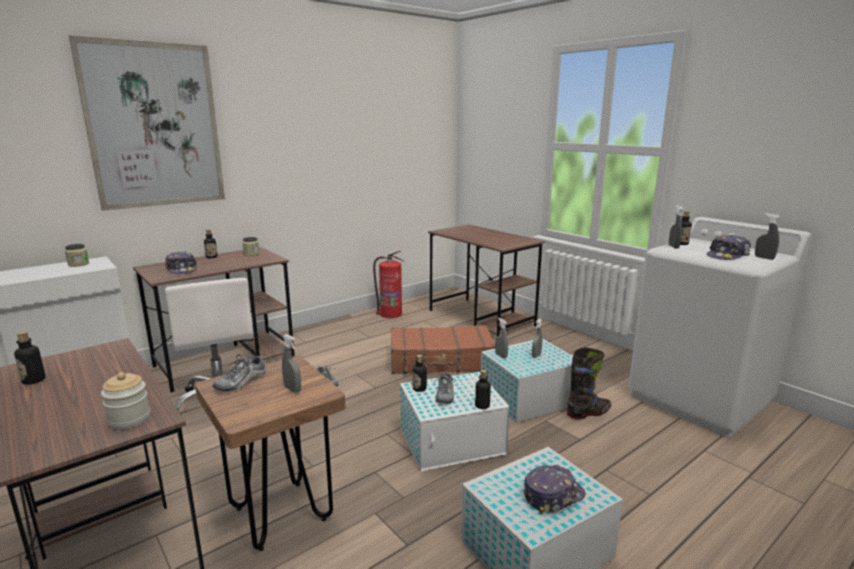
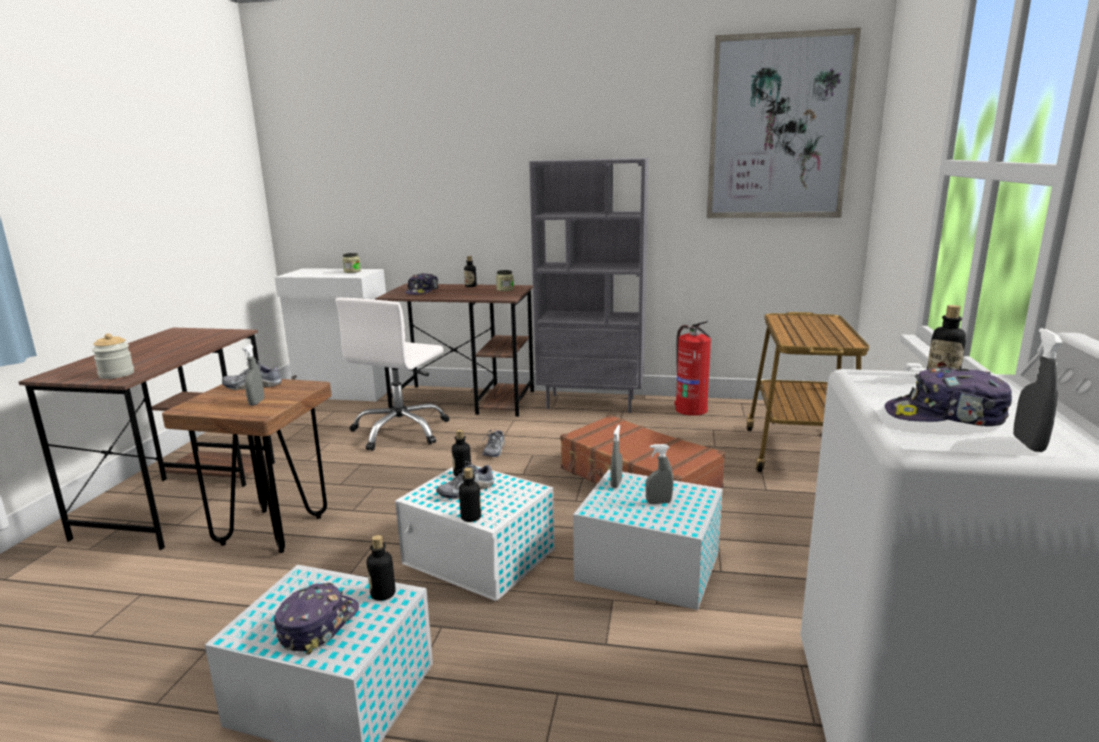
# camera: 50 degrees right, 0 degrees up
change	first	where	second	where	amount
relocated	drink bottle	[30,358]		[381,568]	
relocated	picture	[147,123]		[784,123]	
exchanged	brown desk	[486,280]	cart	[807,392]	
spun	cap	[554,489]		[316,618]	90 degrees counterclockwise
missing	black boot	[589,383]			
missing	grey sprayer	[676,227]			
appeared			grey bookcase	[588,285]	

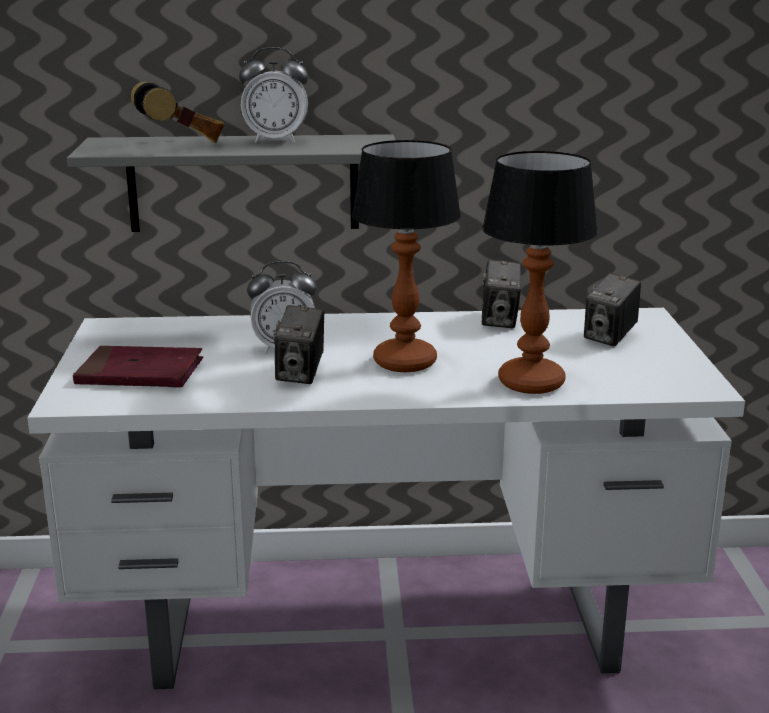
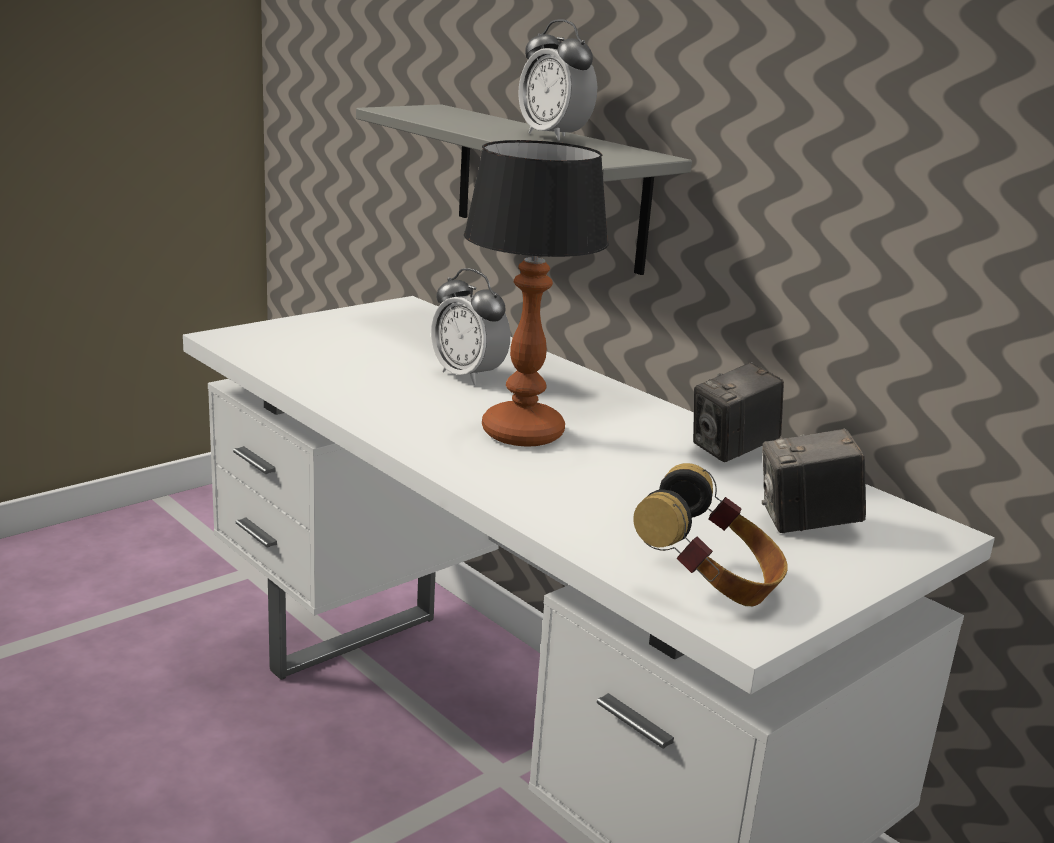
# camera: 50 degrees right, 0 degrees up
change	first	where	second	where	amount
missing	reddish volume	[138,367]			
relocated	headset	[178,112]		[710,534]	
missing	photo camera	[299,344]			
missing	tabletop lamp	[540,272]			

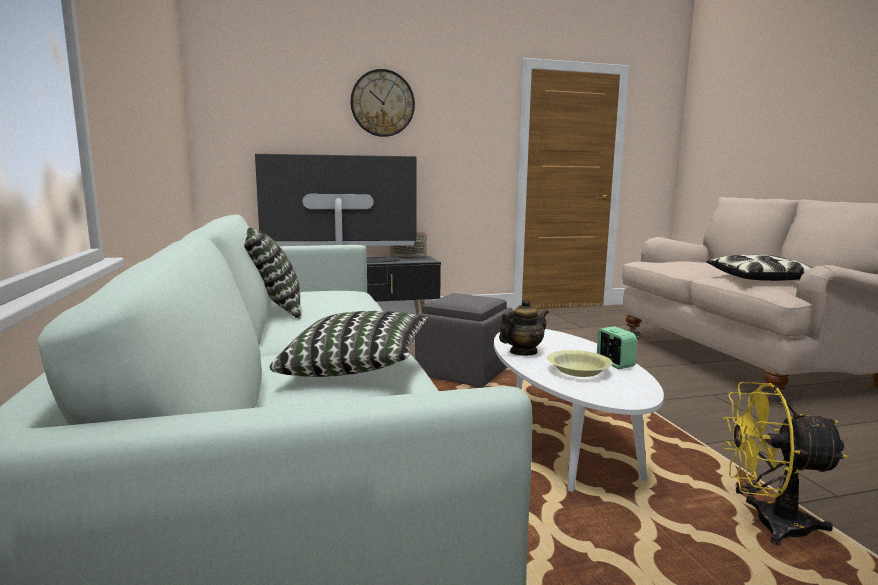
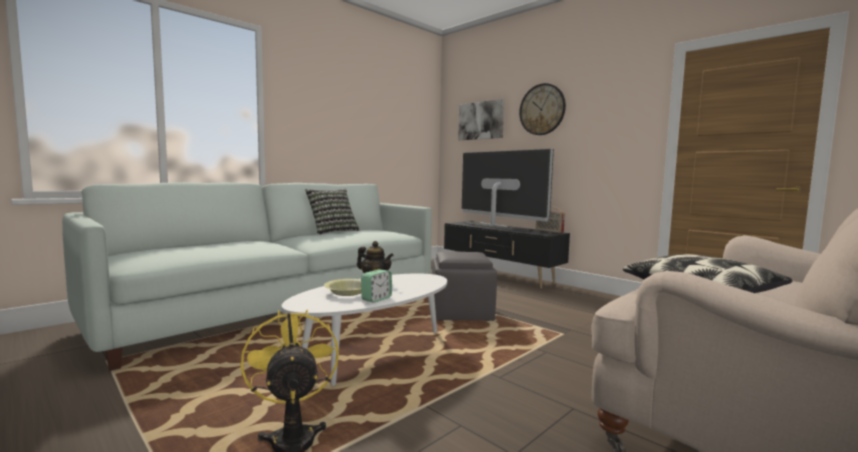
# camera: 60 degrees right, 5 degrees down
change	first	where	second	where	amount
missing	pillow	[349,344]			
appeared			picture	[481,119]	

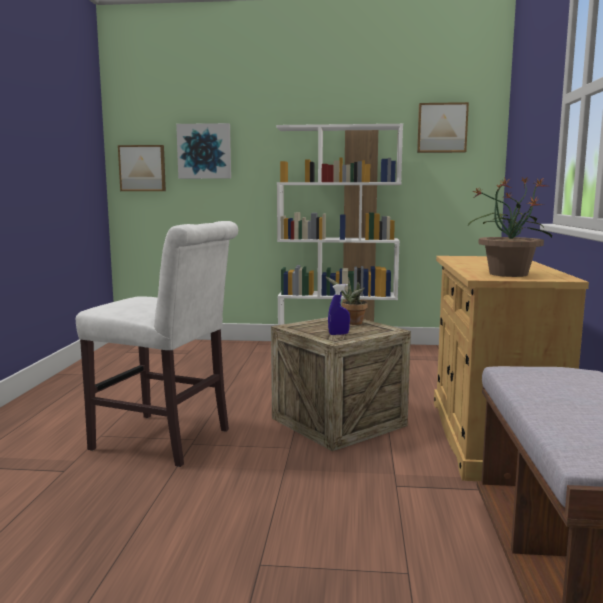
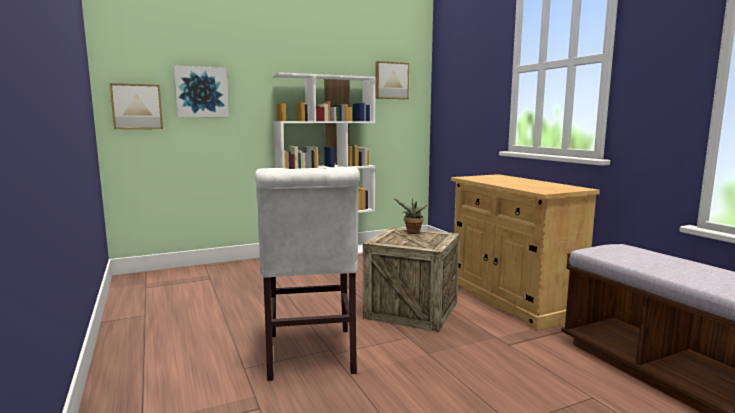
# camera: 30 degrees left, 0 degrees up
change	first	where	second	where	amount
spun	white plain chair	[157,344]		[307,274]	90 degrees clockwise
missing	blue sprayer	[339,309]			
missing	houseplant	[510,227]			

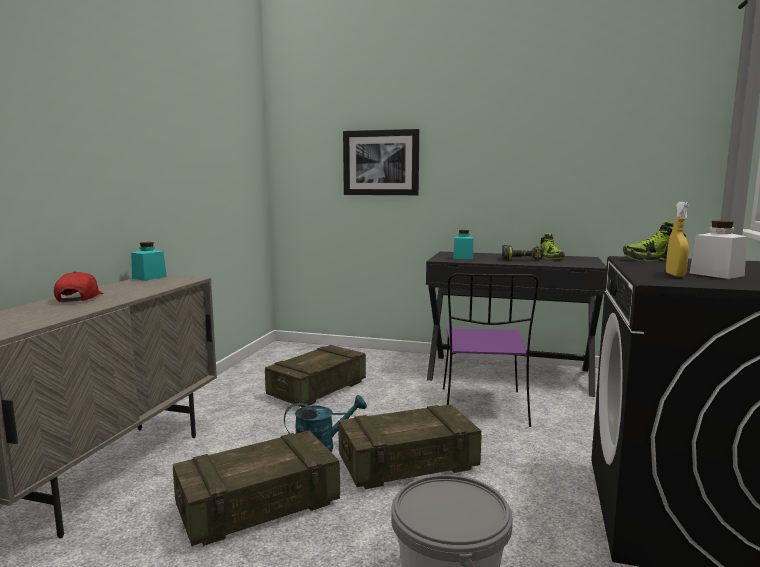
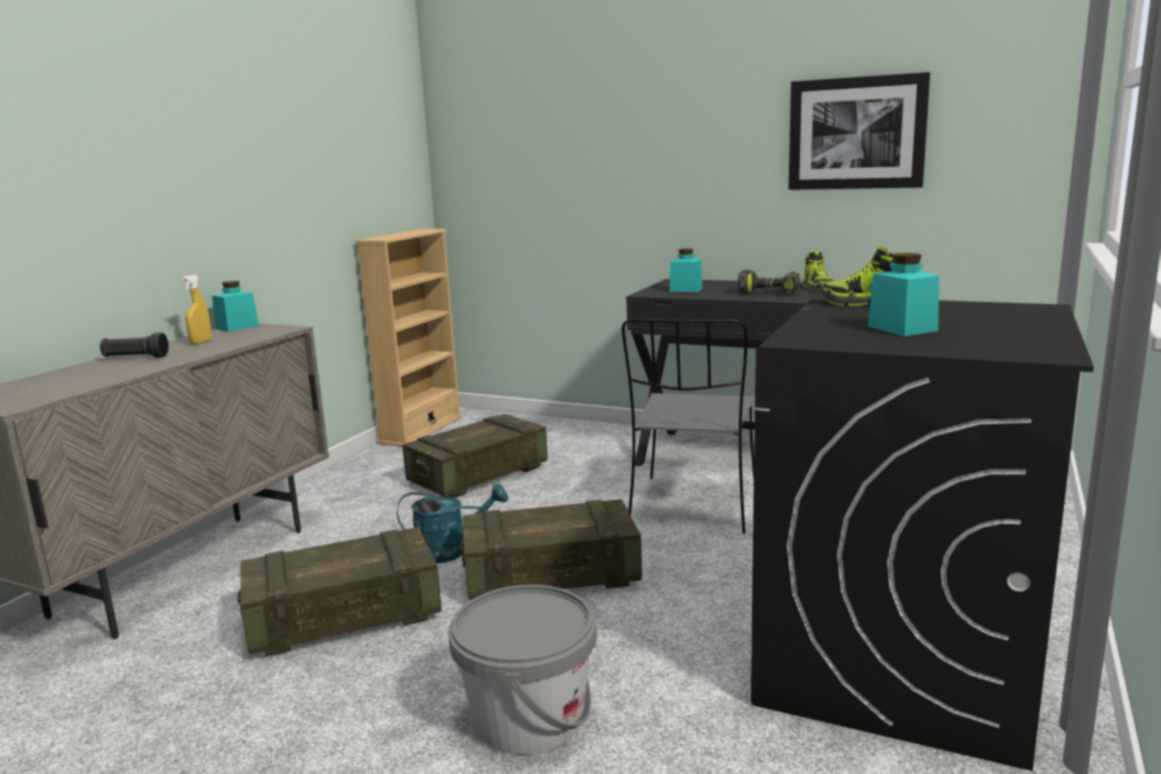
# camera: 10 degrees right, 5 degrees up
change	first	where	second	where	amount
exchanged	reddish cap	[79,286]	black torch	[134,345]	
relocated	picture	[381,162]		[859,131]	
colour	purple-coloured plain chair	[490,350]	grey plain chair	[688,426]	
relocated	yellow sprayer	[678,239]		[197,309]	
colour	white jar	[718,250]	blue-green jar	[903,294]	
appeared			beige bookcase	[409,338]	

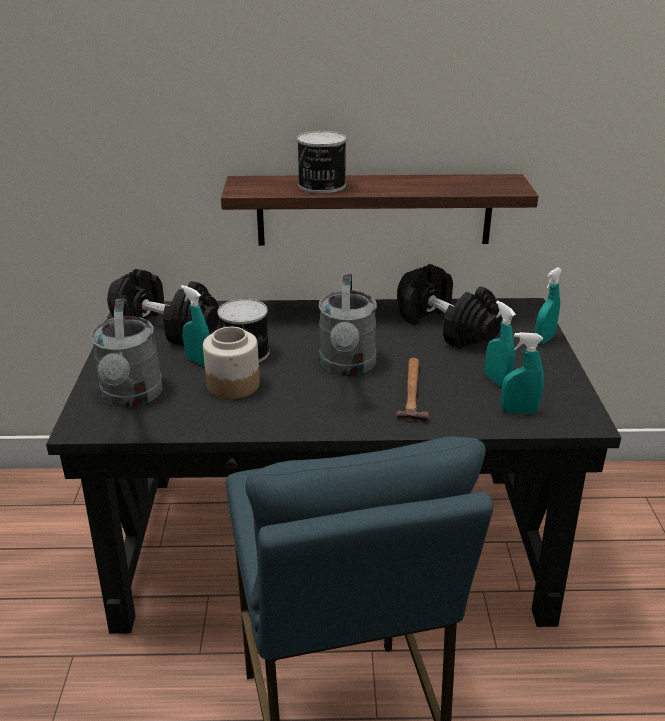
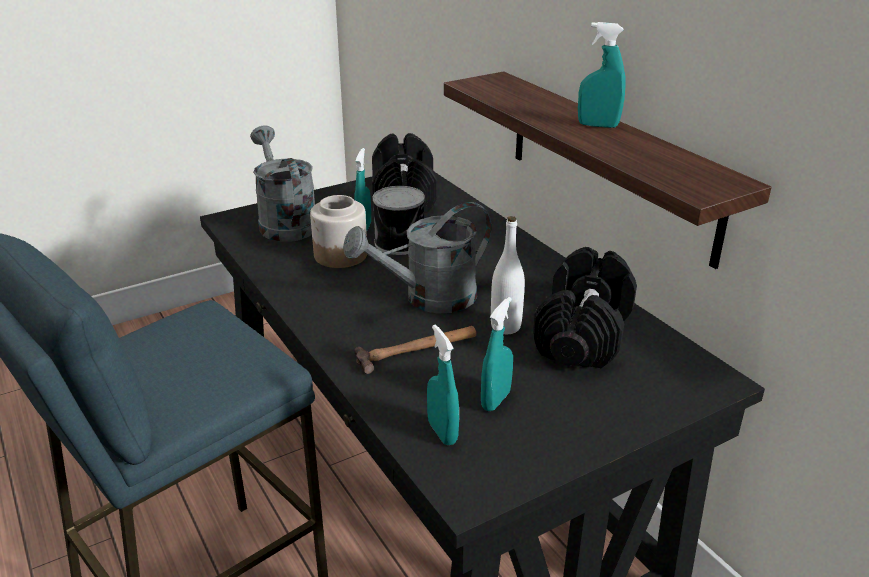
# camera: 60 degrees right, 0 degrees up
change	first	where	second	where	amount
spun	grey watering can	[126,353]		[282,184]	105 degrees clockwise
missing	metal can	[321,162]			
relocated	blue-green sprayer	[548,305]		[602,75]	
appeared			white drink bottle	[508,275]	

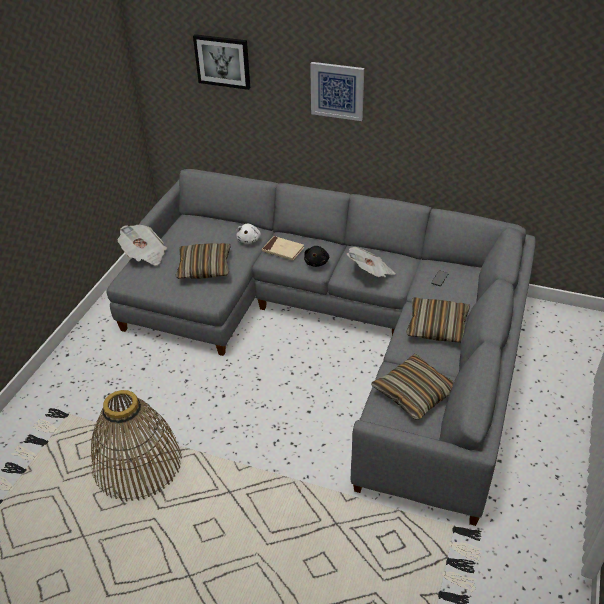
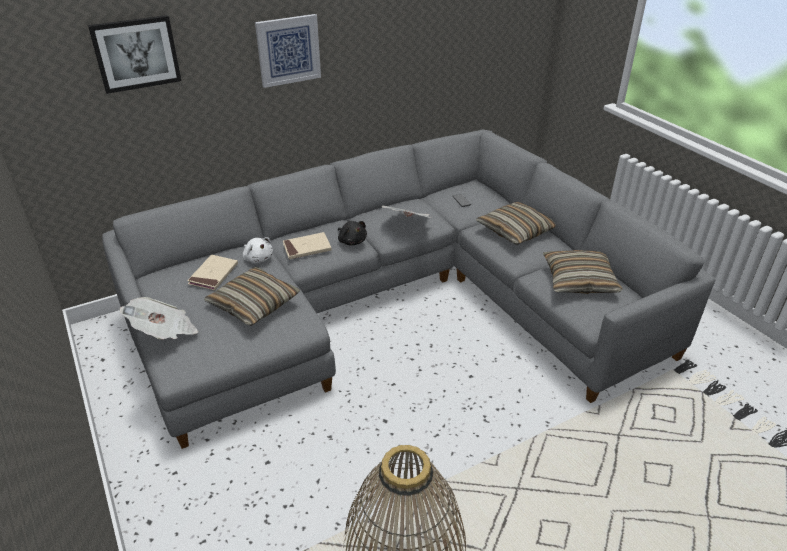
# camera: 50 degrees left, 5 degrees down
change	first	where	second	where	amount
appeared			beige volume	[212,272]	

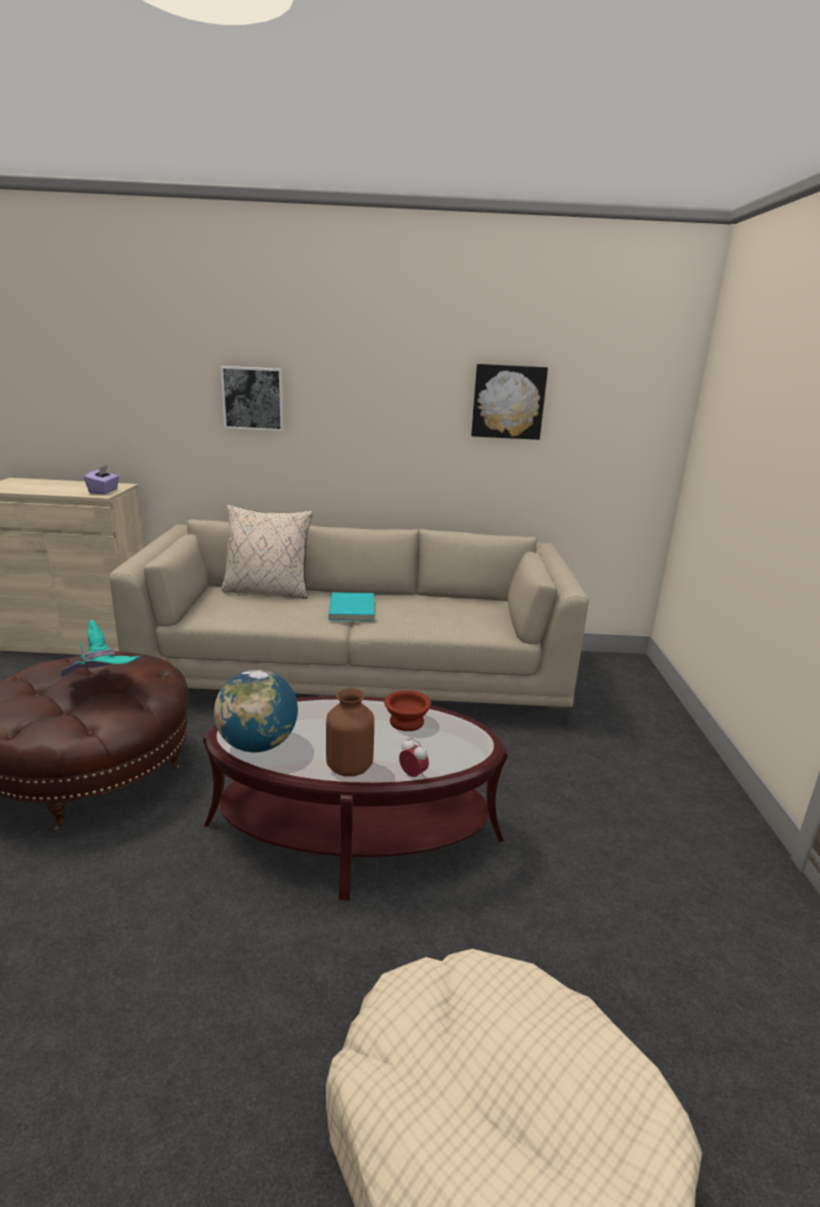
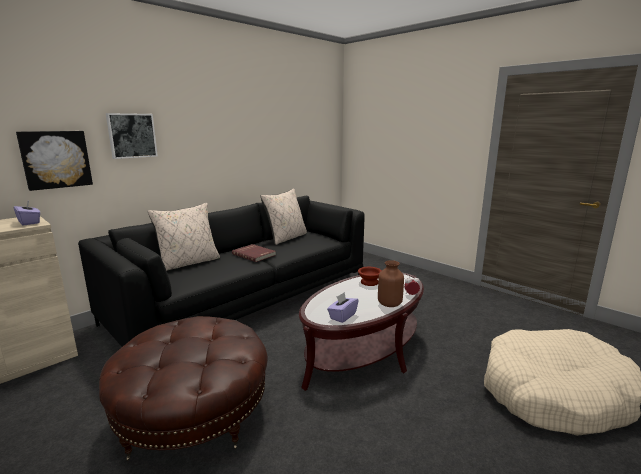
# camera: 45 degrees left, 5 degrees down
change	first	where	second	where	amount
missing	blue-green clothing hat	[100,648]			
colour	beige settee	[349,622]	black settee	[221,271]	
exchanged	desk globe	[256,711]	purple-coloured box of tissues	[343,307]	
colour	blue-green volume	[351,606]	reddish volume	[254,253]	
relocated	picture	[509,402]		[54,161]	
appeared			beige pillow	[284,216]	

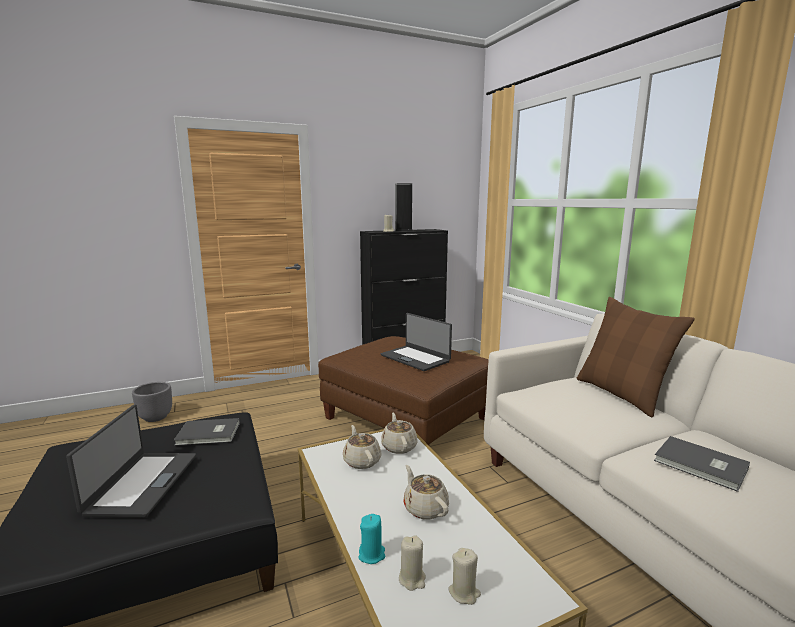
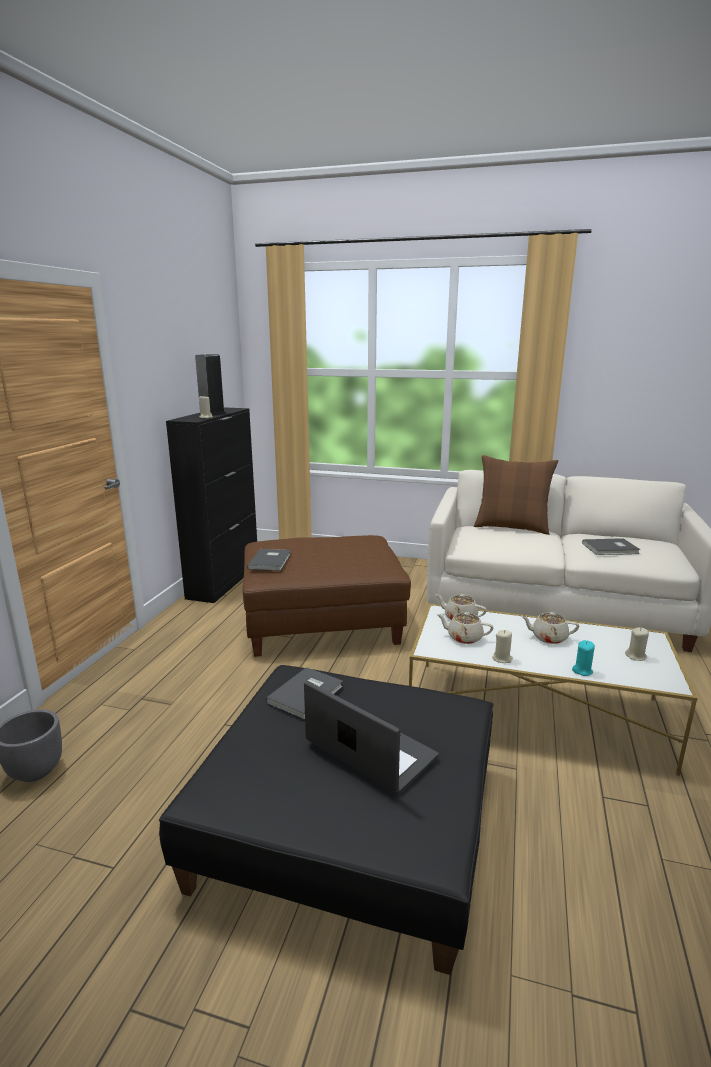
# camera: 50 degrees left, 5 degrees up
change	first	where	second	where	amount
missing	notebook computer	[416,342]			
relocated	beige wax candle	[412,563]		[502,646]	
appeared			grey volume	[269,560]	

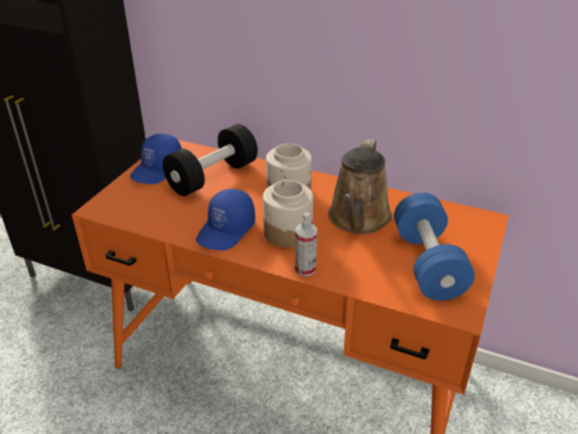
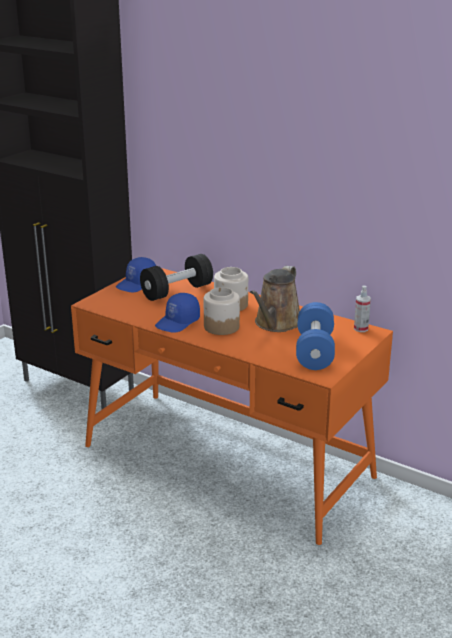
# camera: 10 degrees right, 10 degrees down
change	first	where	second	where	amount
relocated	sprayer	[306,244]		[362,308]	

